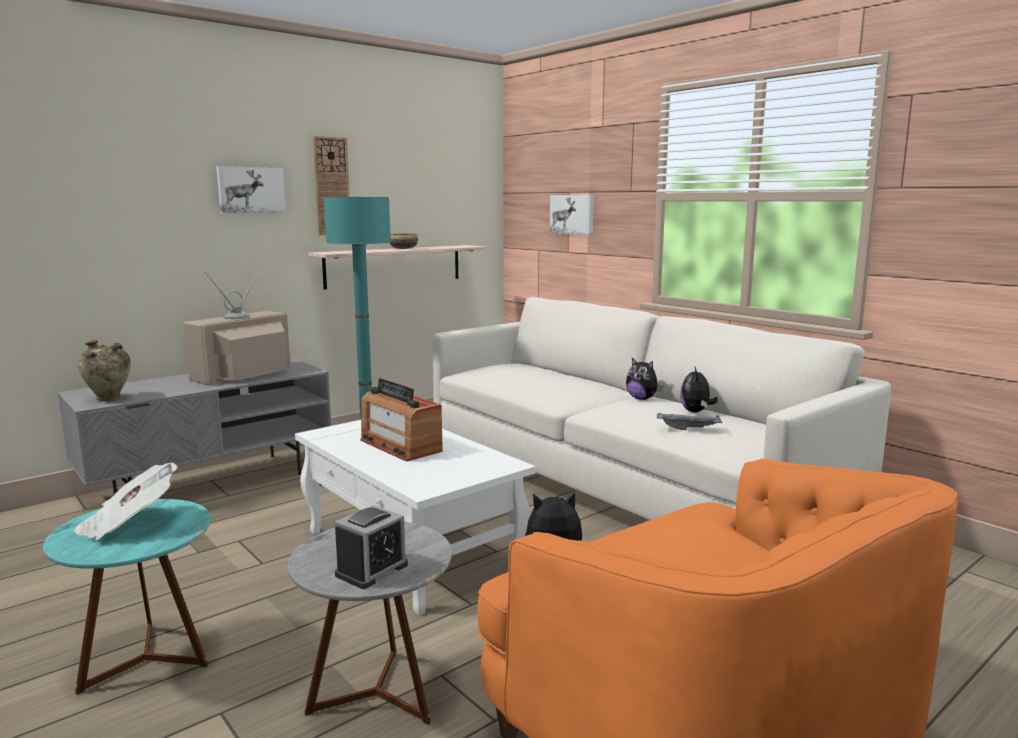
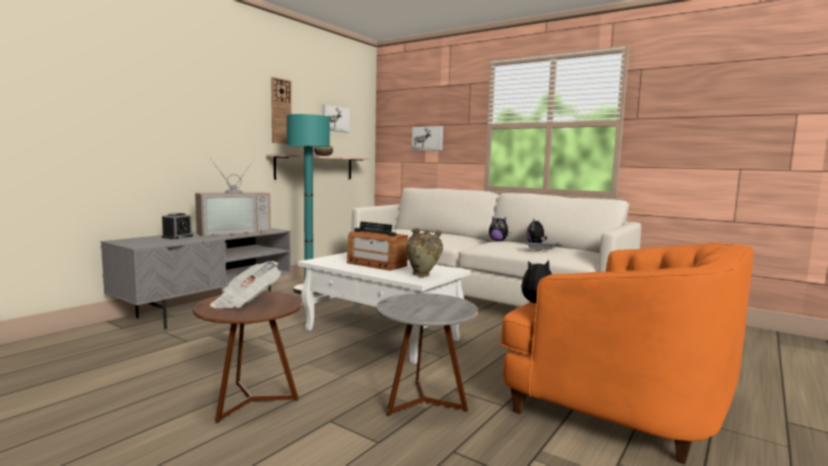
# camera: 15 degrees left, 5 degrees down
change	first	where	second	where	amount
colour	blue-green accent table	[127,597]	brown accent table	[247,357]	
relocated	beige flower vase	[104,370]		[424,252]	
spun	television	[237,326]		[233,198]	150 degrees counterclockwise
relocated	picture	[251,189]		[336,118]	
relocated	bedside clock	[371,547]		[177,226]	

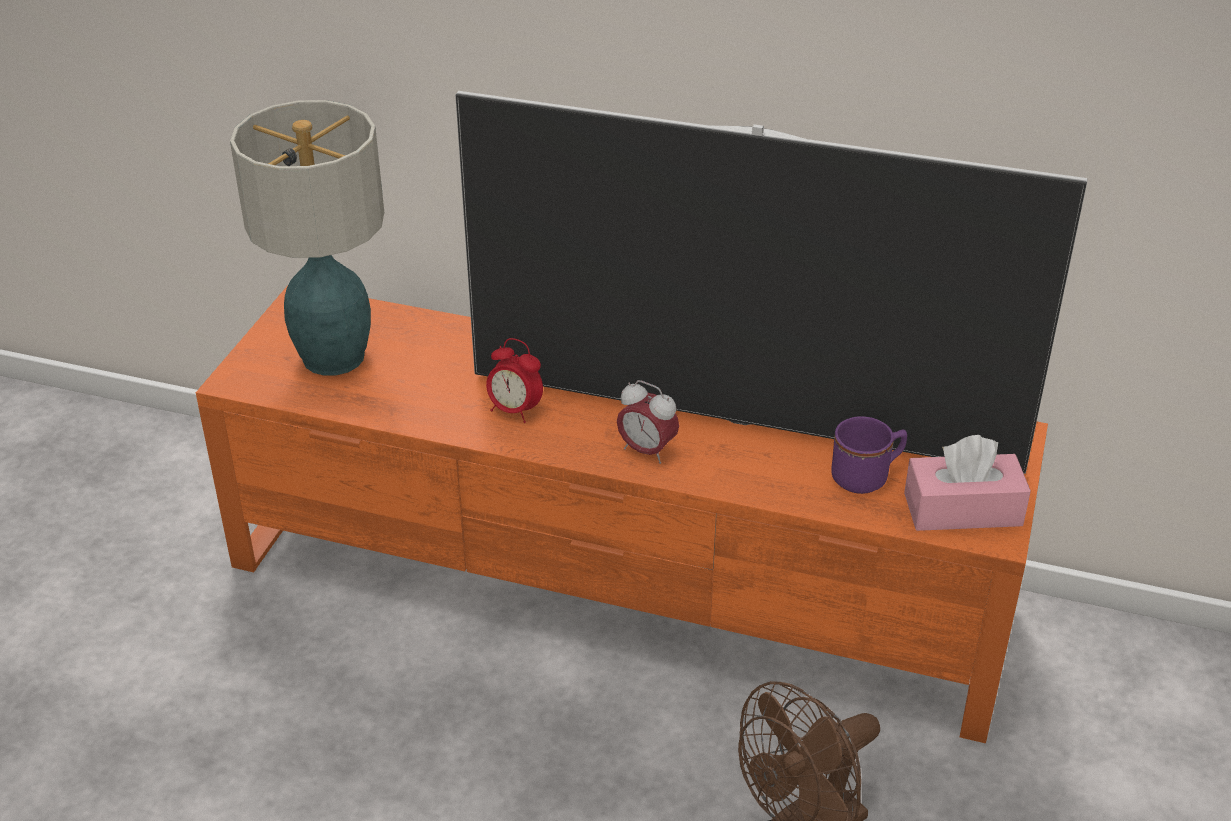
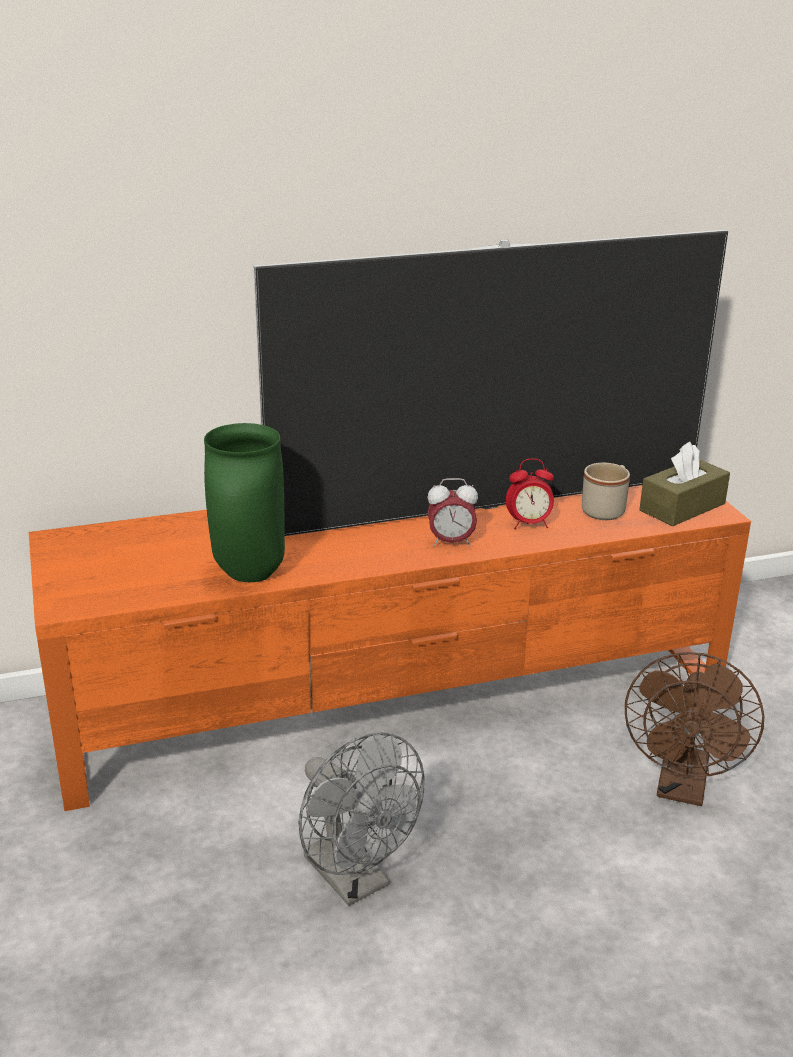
# camera: 35 degrees left, 10 degrees down
change	first	where	second	where	amount
missing	tabletop lamp	[307,238]			
relocated	bedside clock	[514,380]		[530,493]	
colour	purple-coloured tea mug	[869,455]	beige tea mug	[606,491]	
colour	pink-coloured box of tissues	[967,483]	brown box of tissues	[684,484]	
appeared			green flower vase	[244,502]	
appeared			grey fan	[361,819]	

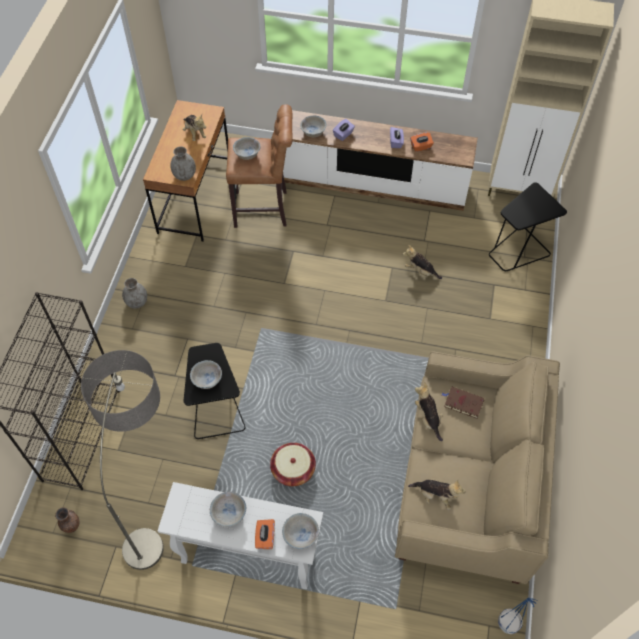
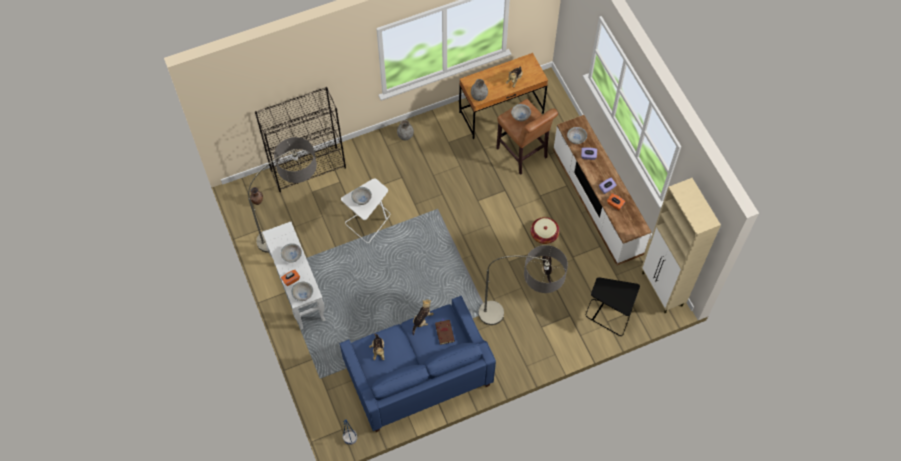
# camera: 55 degrees right, 5 degrees up
change	first	where	second	where	amount
colour	black accent table	[214,391]	white accent table	[365,210]	
relocated	basket	[293,464]		[545,230]	
colour	beige settee	[477,467]	blue settee	[418,364]	
appeared			standing lamp	[523,285]	

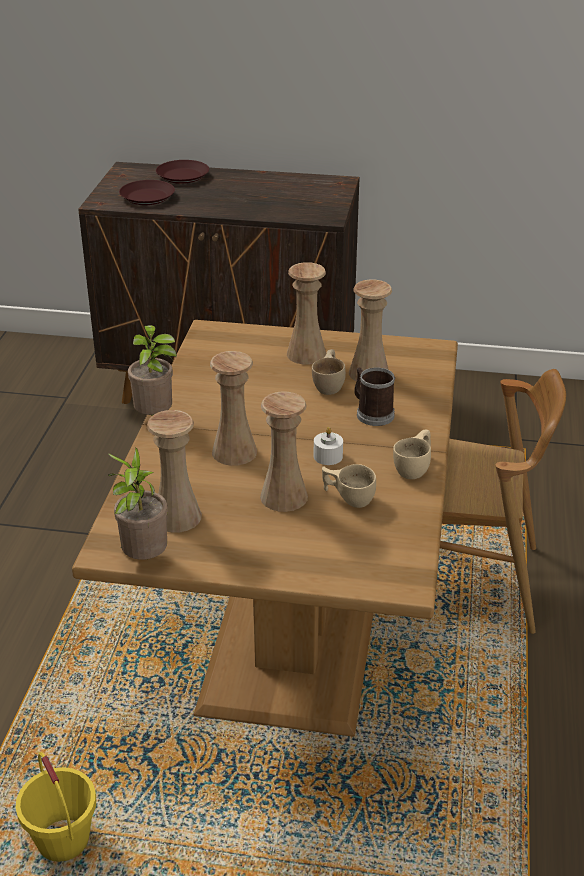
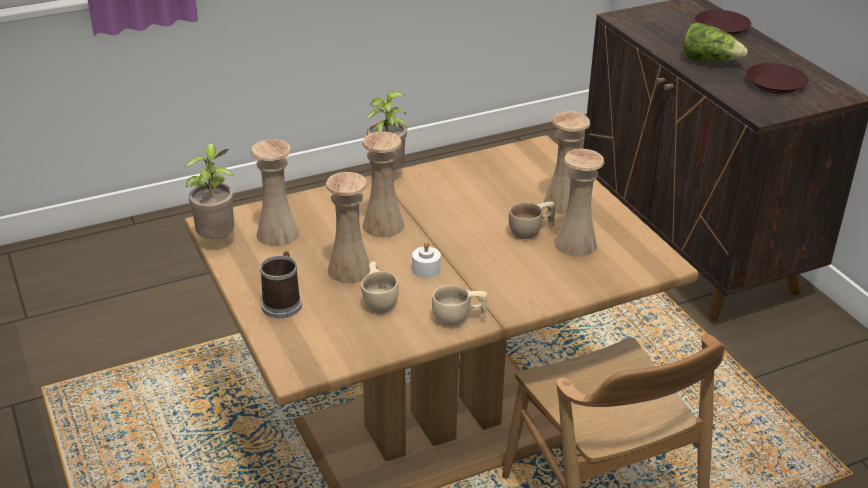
# camera: 55 degrees right, 0 degrees up
change	first	where	second	where	amount
missing	yellow water bucket	[56,807]			
relocated	brown plate	[147,192]		[777,78]	
relocated	tea mug	[375,396]		[281,284]	
appeared			lettuce	[716,42]	

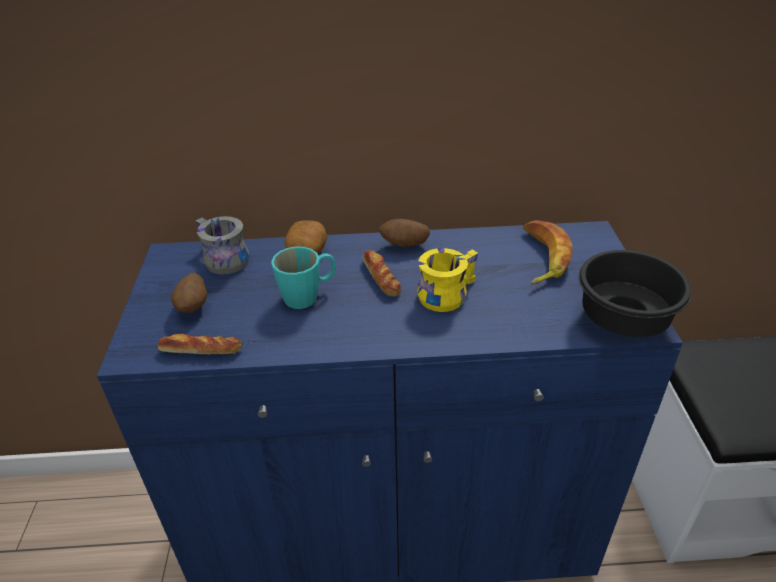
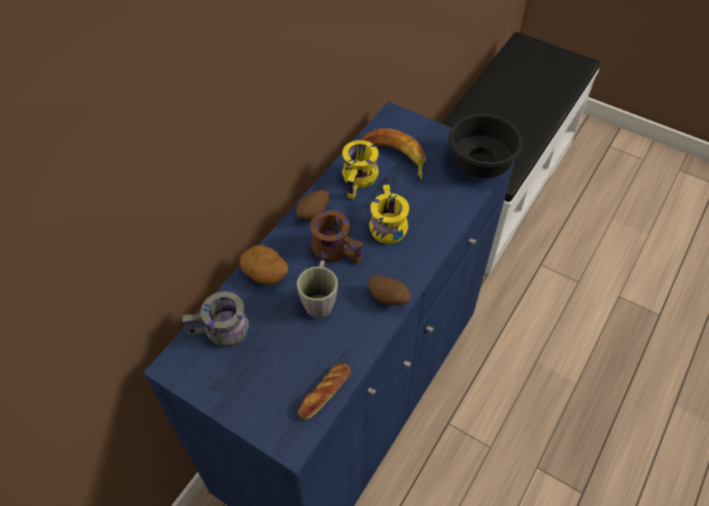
# camera: 55 degrees left, 15 degrees up
change	first	where	second	where	amount
relocated	potato	[189,293]		[389,290]	
colour	blue-green tea mug	[303,277]	grey tea mug	[317,289]	
exchanged	bakery bread	[381,273]	brown tea mug	[336,237]	
appeared			yellow tea mug	[360,169]	

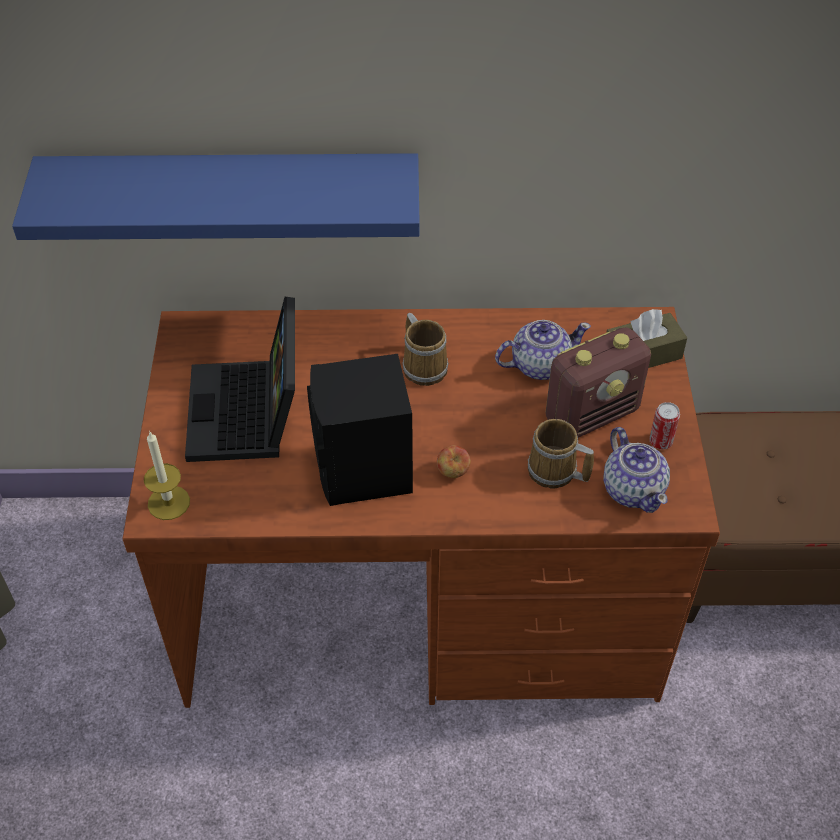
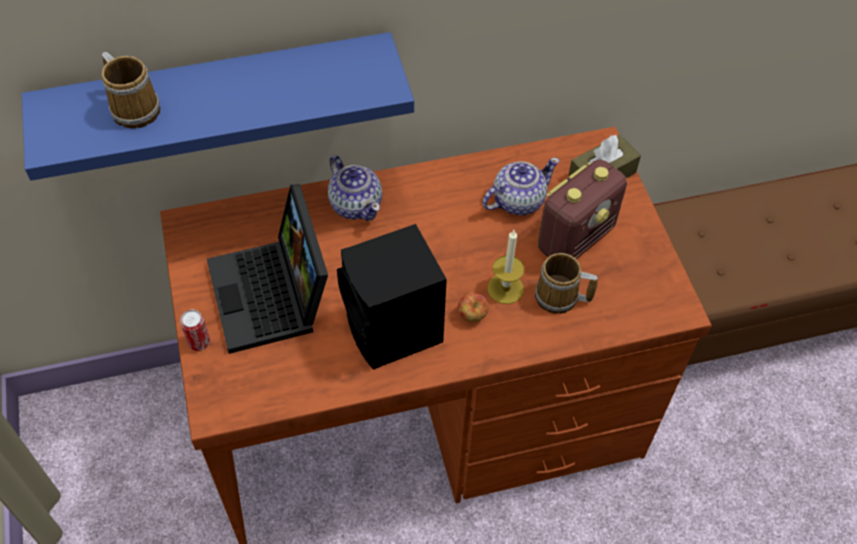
# camera: 15 degrees left, 5 degrees up
change	first	where	second	where	amount
relocated	wax candle	[167,475]		[505,267]	
relocated	tea mug	[425,349]		[131,90]	
relocated	teapot	[636,470]		[355,188]	
relocated	metal can	[664,425]		[195,330]	

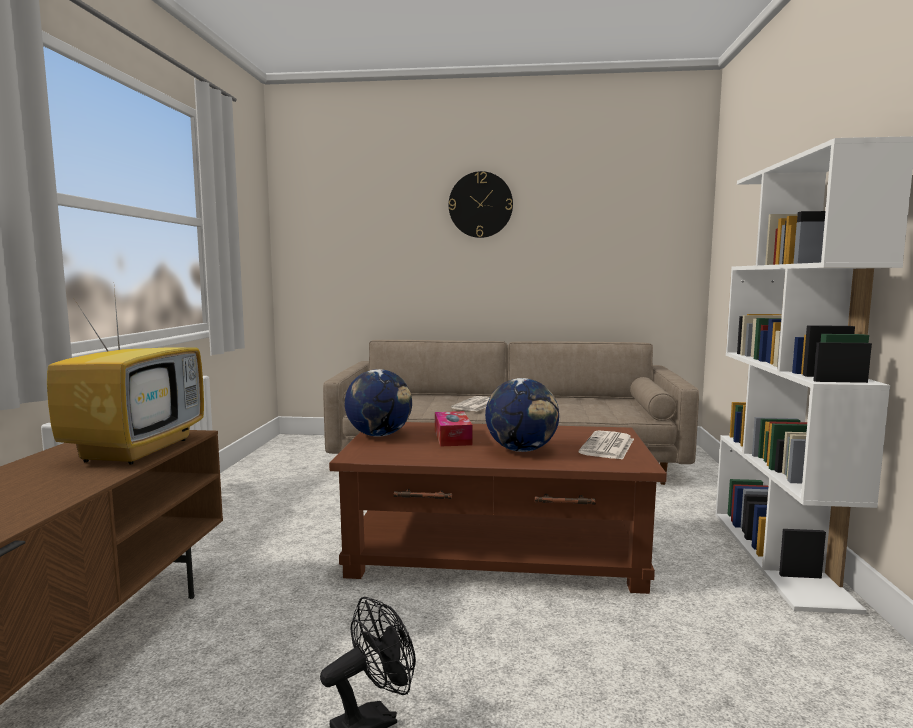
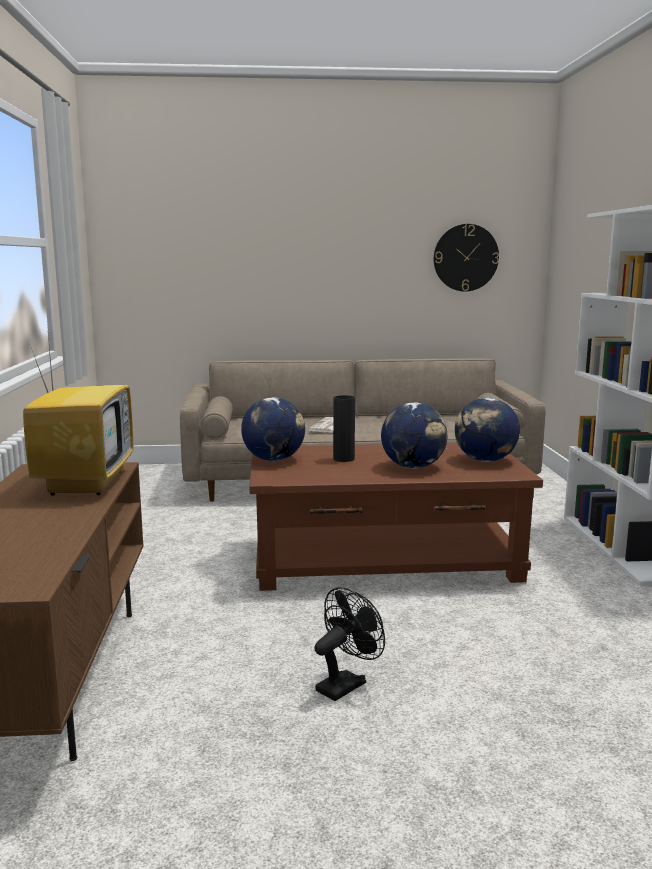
# camera: 10 degrees left, 5 degrees up
change	first	where	second	where	amount
exchanged	box of tissues	[454,429]	black flower vase	[344,428]	
relocated	clock on the wall	[481,204]		[466,257]	
exchanged	newspaper	[606,445]	desk globe	[487,430]	

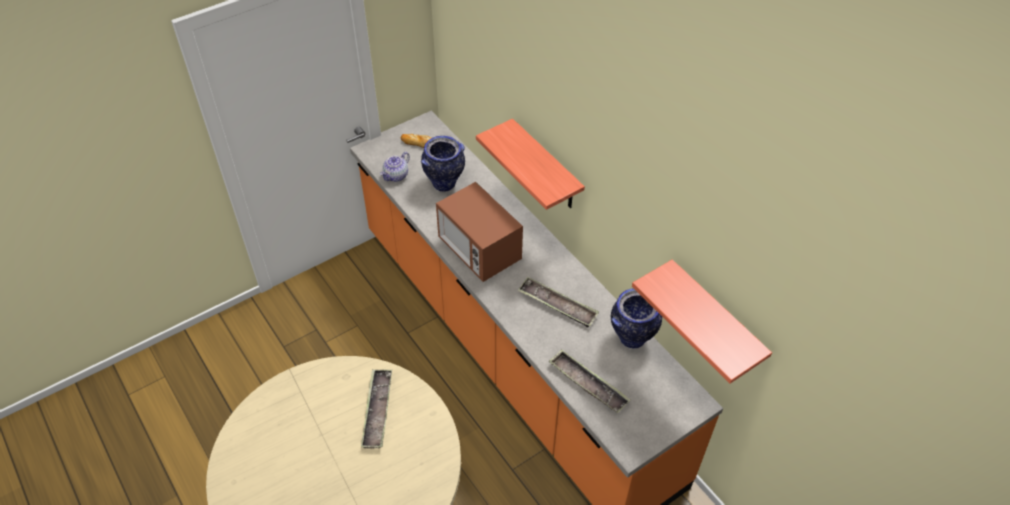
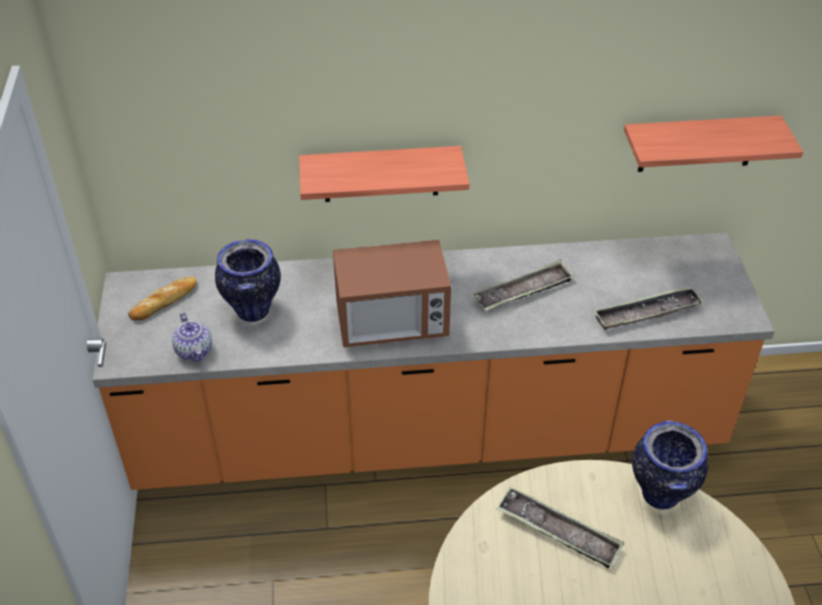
# camera: 60 degrees left, 5 degrees down
change	first	where	second	where	amount
relocated	flower vase	[636,318]		[670,465]	

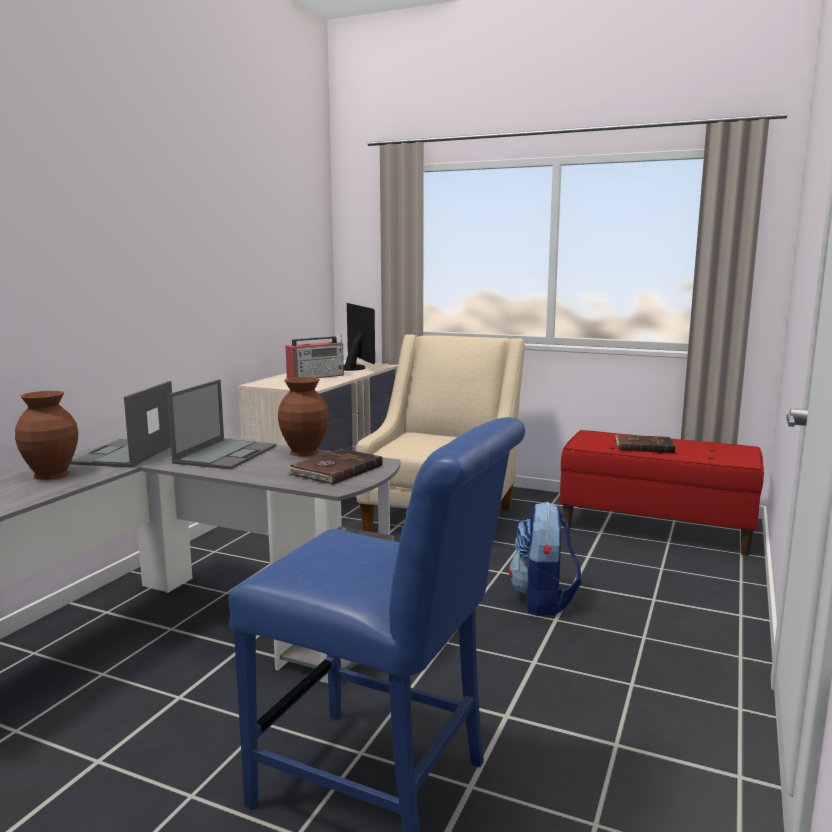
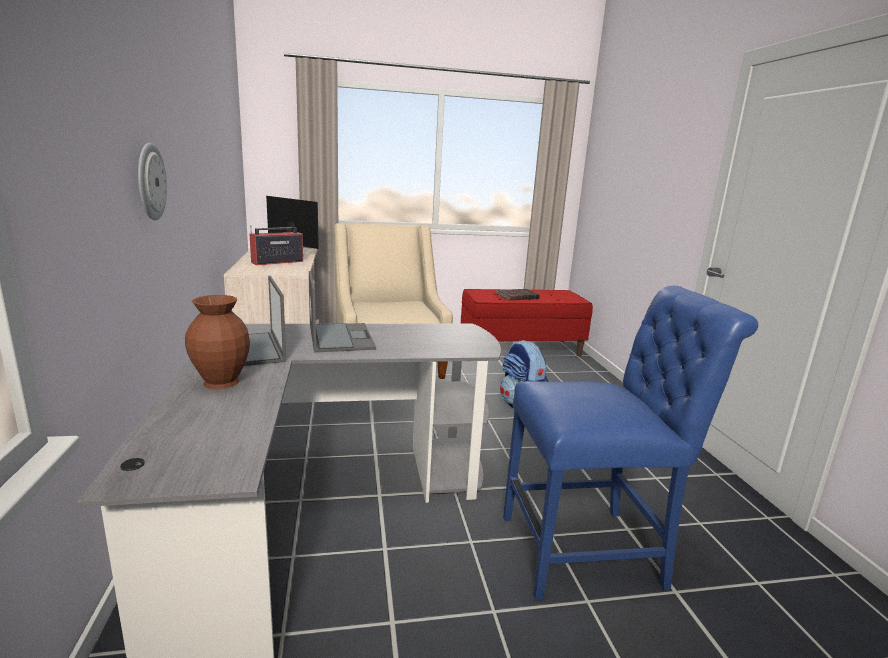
# camera: 35 degrees left, 5 degrees up
change	first	where	second	where	amount
missing	brown flower vase	[303,417]			
spun	radio set	[315,356]		[276,245]	150 degrees counterclockwise
missing	brown volume	[335,467]			
appeared			clock on the wall	[152,181]	

